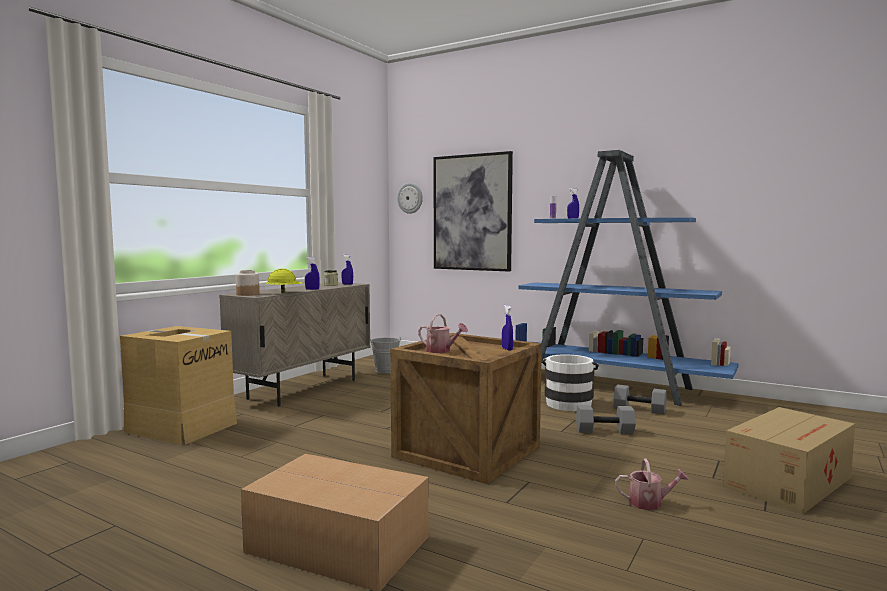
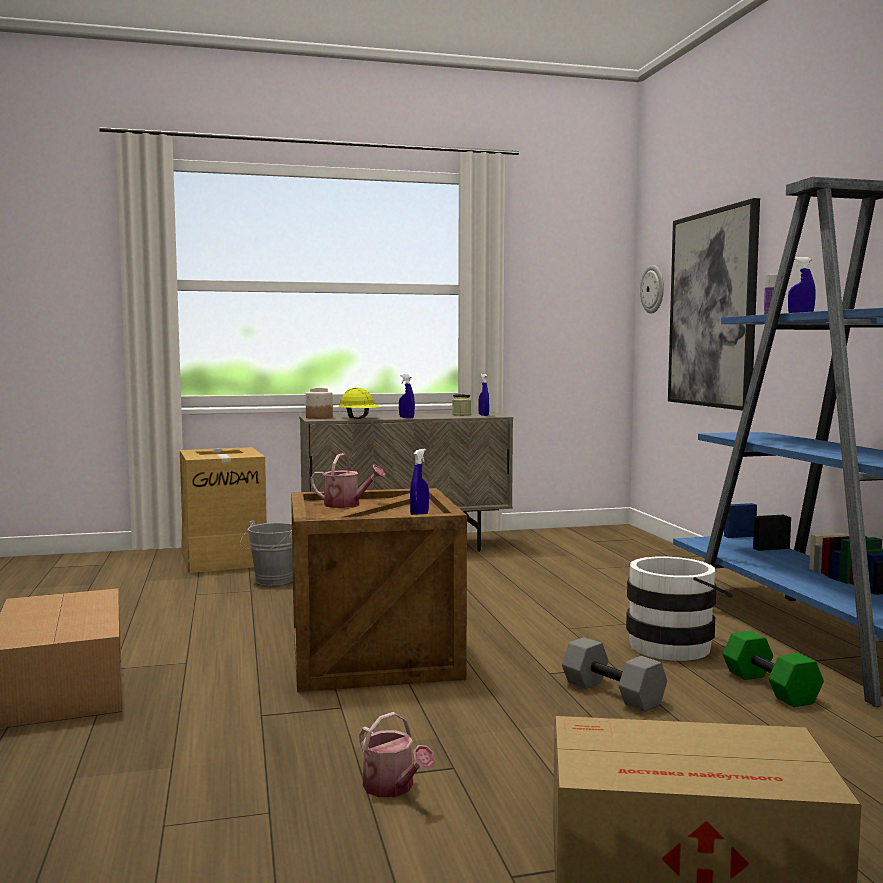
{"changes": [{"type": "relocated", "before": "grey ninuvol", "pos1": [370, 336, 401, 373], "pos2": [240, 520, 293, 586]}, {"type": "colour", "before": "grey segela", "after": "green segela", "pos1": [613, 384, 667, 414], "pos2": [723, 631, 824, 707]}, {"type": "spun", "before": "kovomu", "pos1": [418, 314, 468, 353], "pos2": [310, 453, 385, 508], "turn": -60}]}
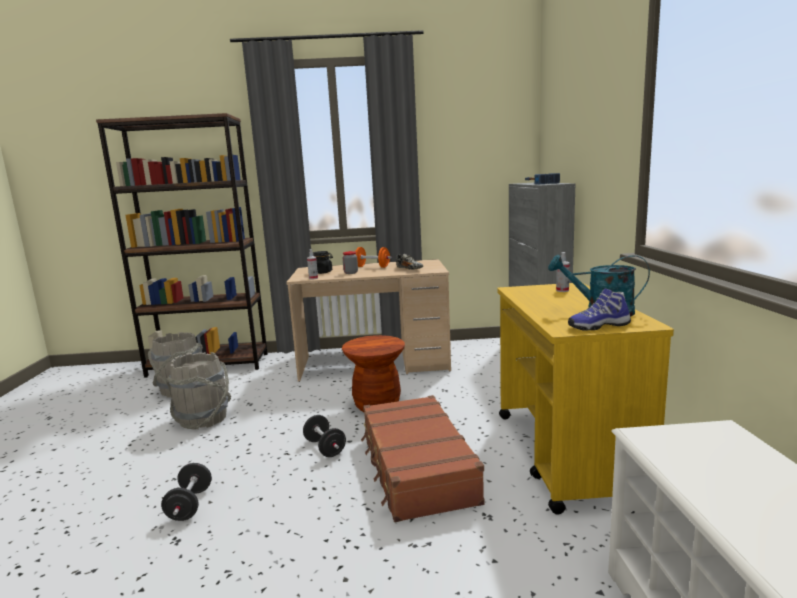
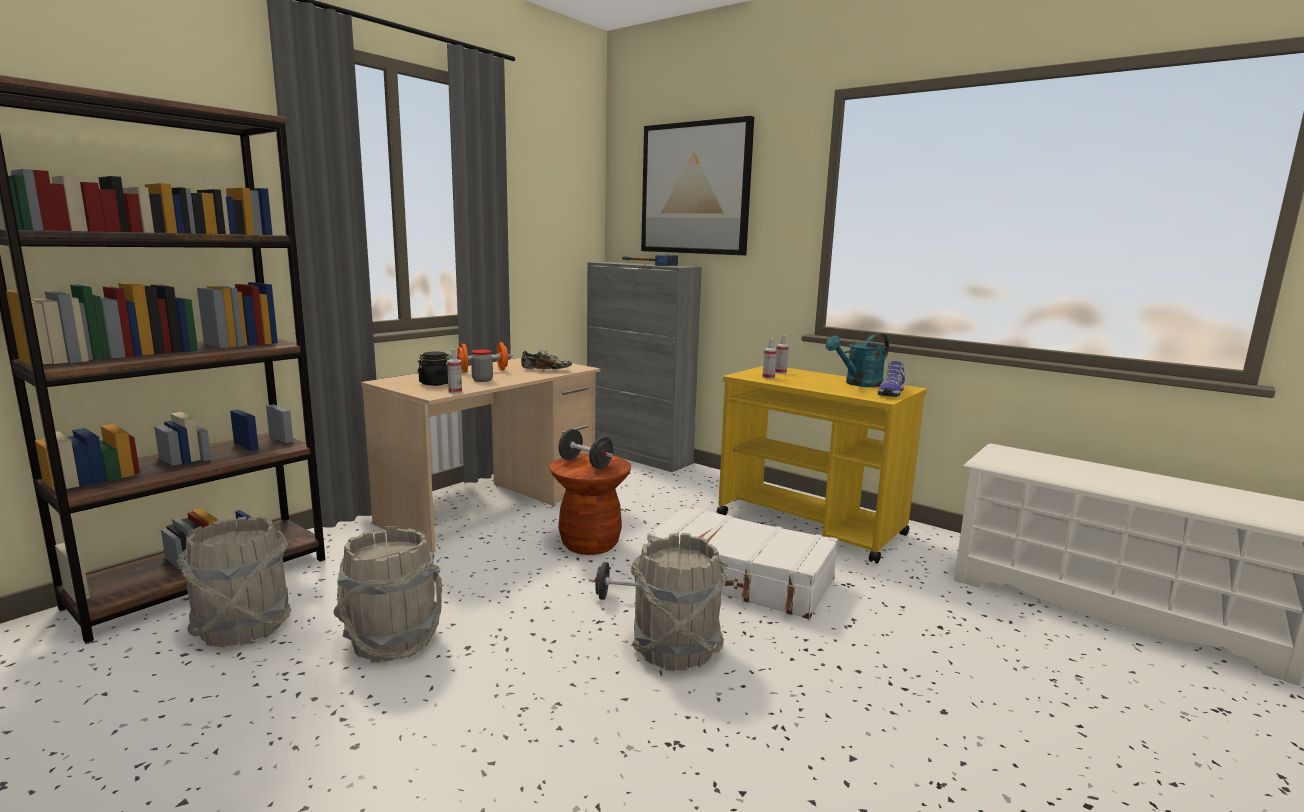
{"changes": [{"type": "appeared", "after": "grey ninuvol", "pos2": [630, 533, 728, 671]}, {"type": "appeared", "after": "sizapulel", "pos2": [641, 116, 754, 255]}, {"type": "appeared", "after": "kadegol", "pos2": [762, 339, 777, 379]}, {"type": "relocated", "before": "black segela", "pos1": [161, 463, 212, 521], "pos2": [558, 429, 613, 469]}, {"type": "colour", "before": "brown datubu", "after": "white datubu", "pos1": [361, 395, 485, 522], "pos2": [647, 505, 838, 619]}]}
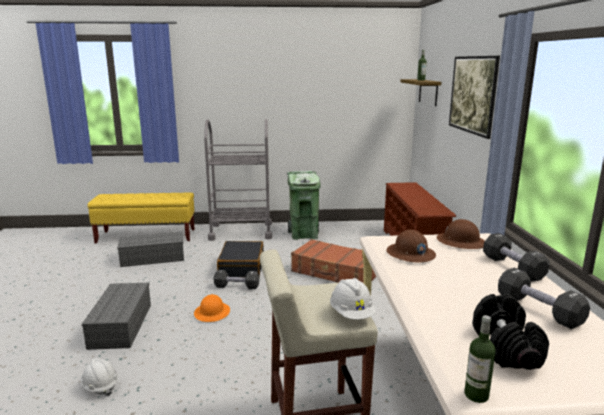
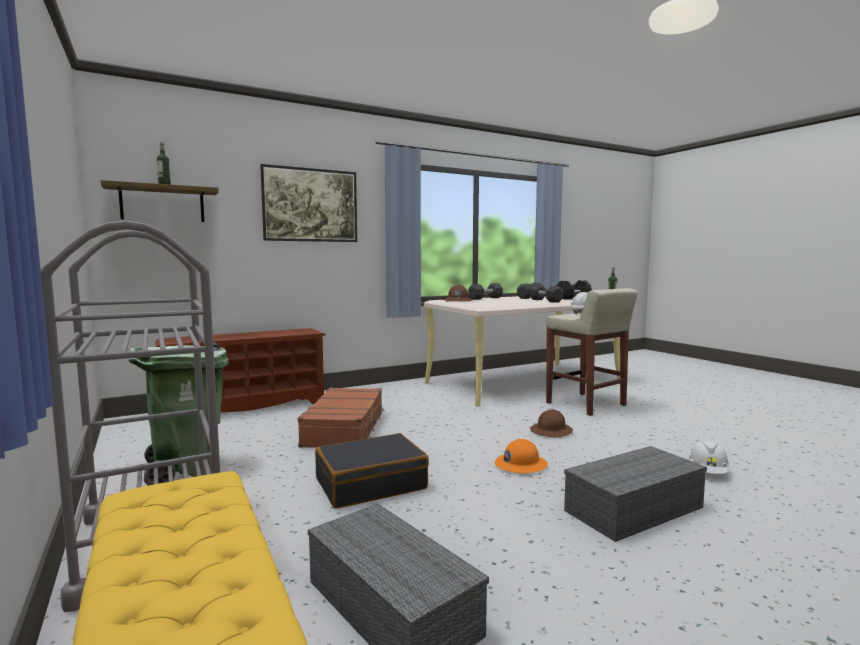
{"changes": [{"type": "relocated", "before": "black segela", "pos1": [214, 270, 259, 289], "pos2": [529, 284, 564, 303]}, {"type": "relocated", "before": "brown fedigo", "pos1": [386, 230, 436, 263], "pos2": [530, 409, 573, 437]}]}
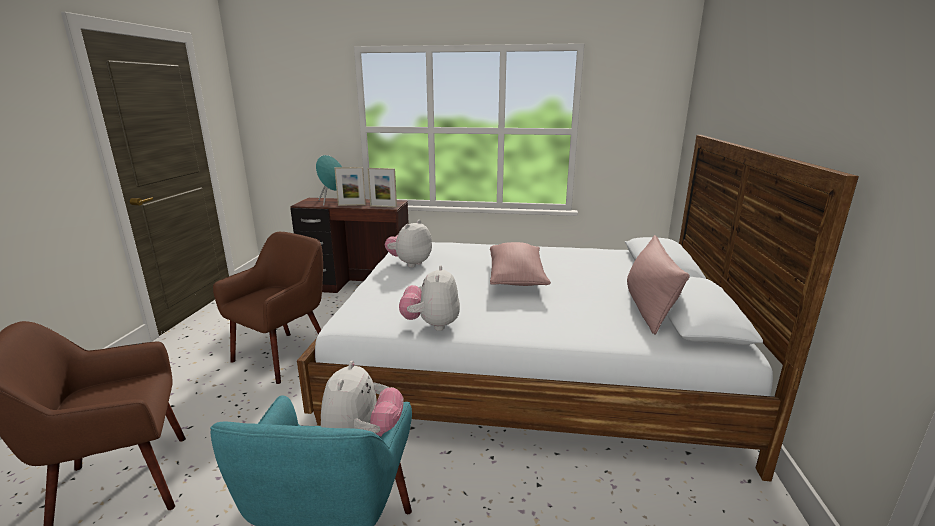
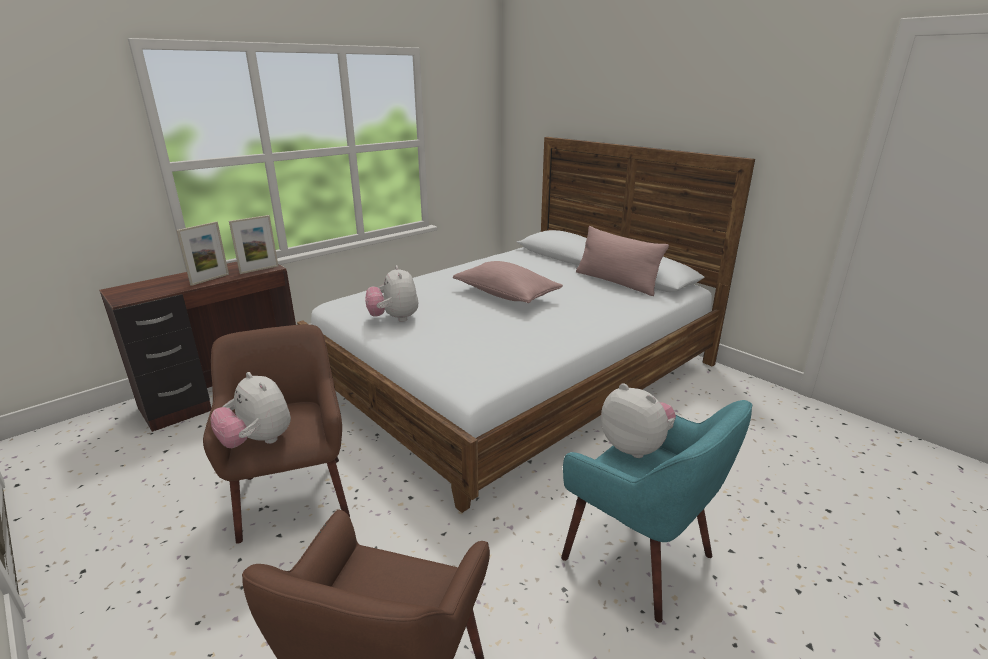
{"changes": [{"type": "missing", "before": "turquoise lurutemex", "pos1": [316, 155, 342, 206]}, {"type": "relocated", "before": "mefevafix", "pos1": [399, 265, 460, 331], "pos2": [211, 372, 291, 448]}]}
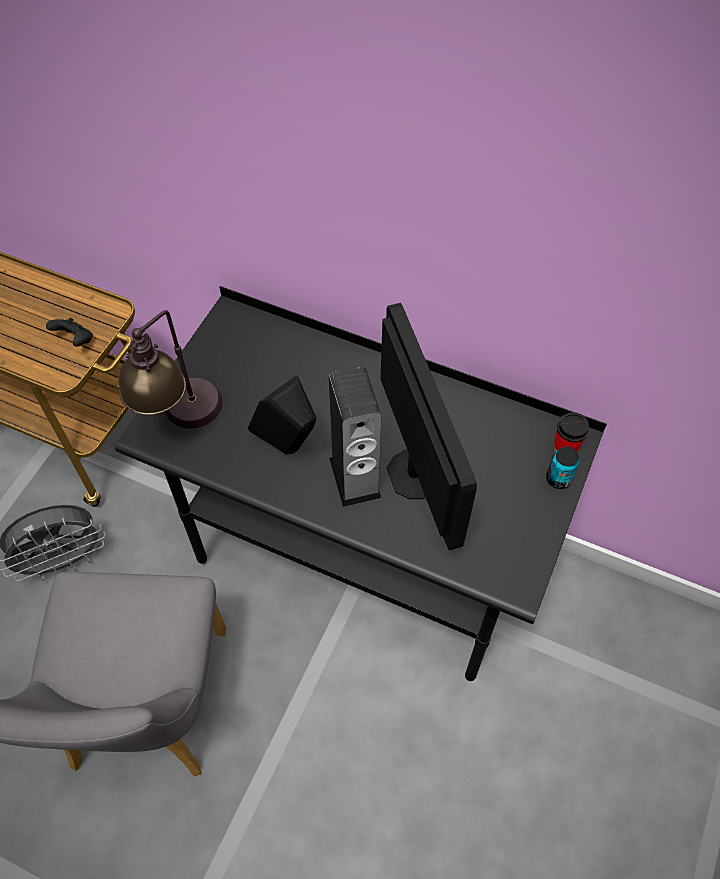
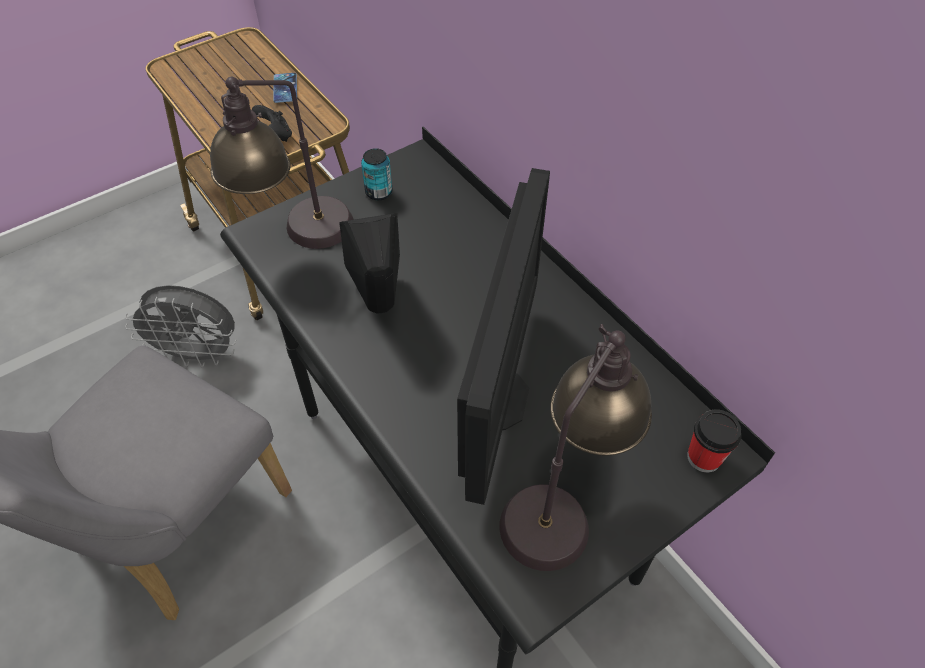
{"changes": [{"type": "missing", "before": "lurutemex", "pos1": [328, 366, 382, 507]}, {"type": "appeared", "after": "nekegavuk", "pos2": [273, 73, 297, 103]}, {"type": "appeared", "after": "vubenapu", "pos2": [500, 324, 652, 571]}, {"type": "relocated", "before": "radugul", "pos1": [546, 447, 579, 489], "pos2": [361, 148, 392, 200]}]}
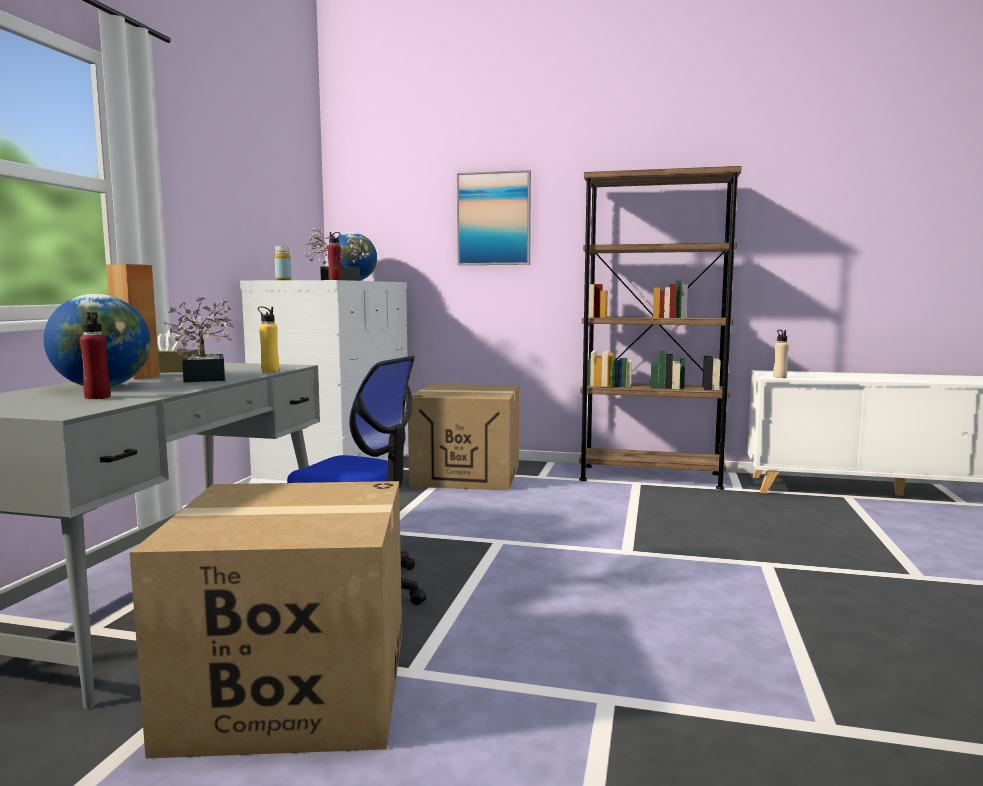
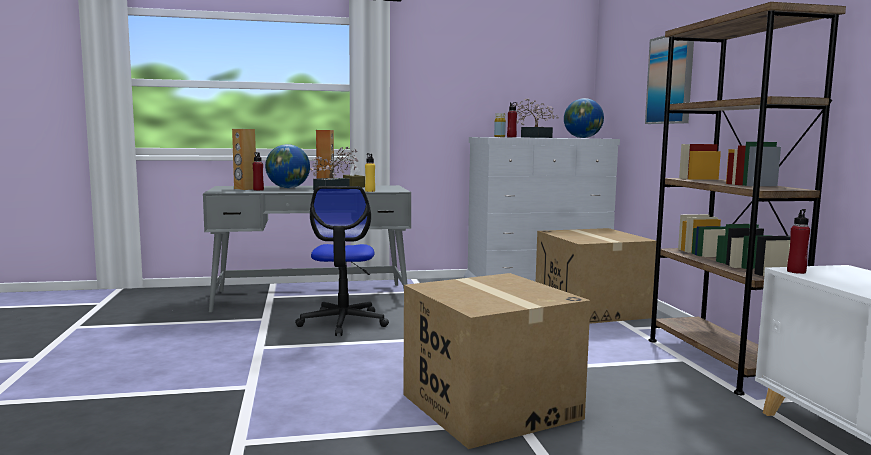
{"changes": [{"type": "appeared", "after": "brown lurutemex", "pos2": [232, 129, 256, 190]}, {"type": "relocated", "before": "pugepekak", "pos1": [130, 481, 402, 759], "pos2": [403, 273, 591, 449]}, {"type": "colour", "before": "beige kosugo", "after": "red kosugo", "pos1": [773, 330, 789, 378], "pos2": [787, 209, 810, 274]}]}
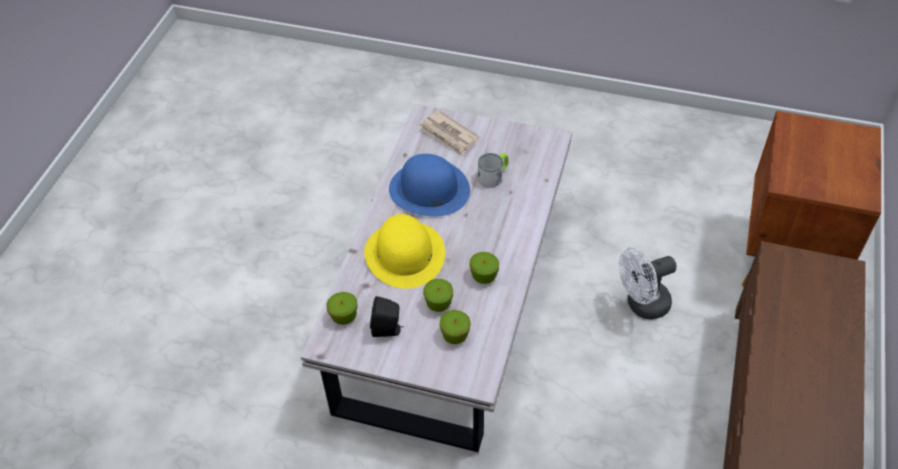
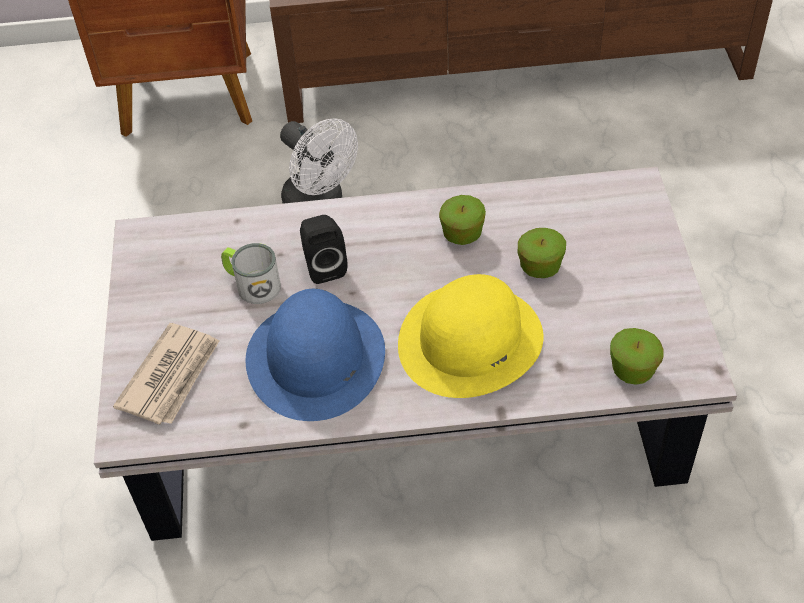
{"changes": [{"type": "missing", "before": "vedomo", "pos1": [440, 310, 471, 344]}, {"type": "relocated", "before": "black lurutemex", "pos1": [370, 296, 404, 337], "pos2": [300, 215, 347, 284]}]}
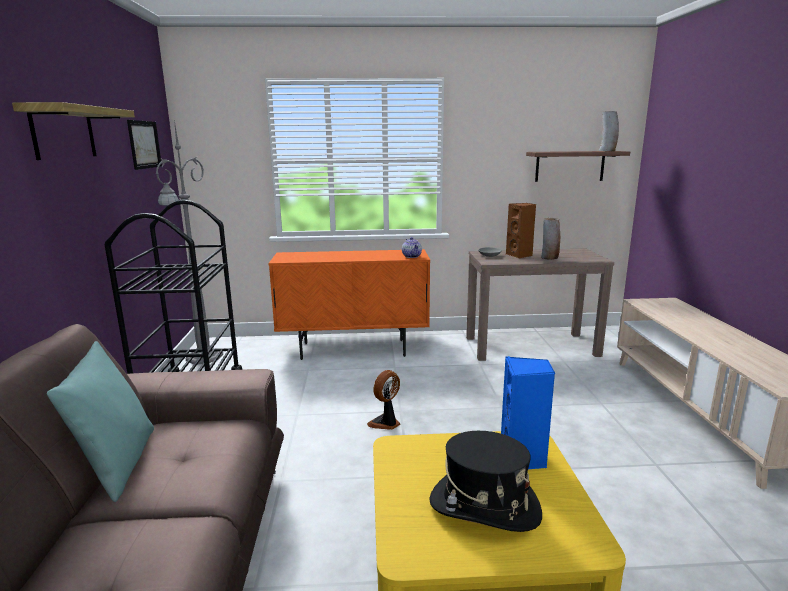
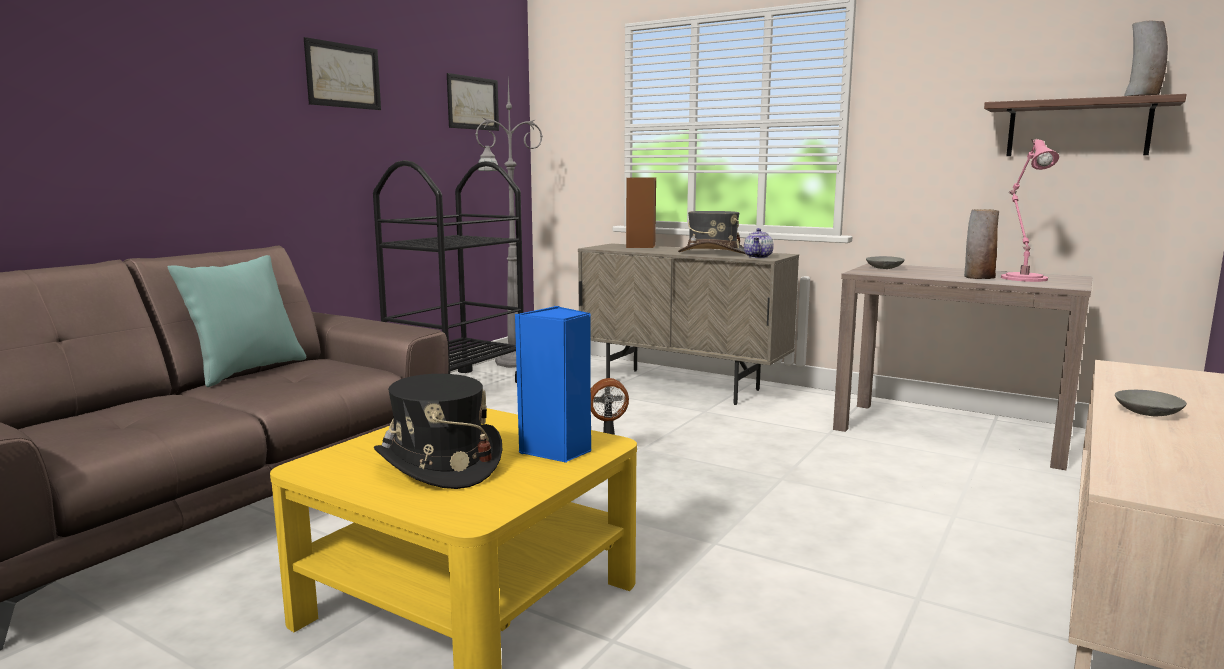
{"changes": [{"type": "appeared", "after": "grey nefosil", "pos2": [678, 211, 746, 254]}, {"type": "appeared", "after": "pink vubenapu", "pos2": [1001, 139, 1059, 282]}, {"type": "appeared", "after": "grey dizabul", "pos2": [1115, 390, 1187, 416]}, {"type": "relocated", "before": "brown lurutemex", "pos1": [506, 203, 536, 258], "pos2": [626, 177, 656, 248]}, {"type": "exchanged", "before": "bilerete", "after": "sizapulel", "pos1": [12, 102, 135, 160], "pos2": [304, 37, 381, 110]}, {"type": "colour", "before": "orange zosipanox", "after": "beige zosipanox", "pos1": [268, 249, 430, 360], "pos2": [578, 243, 799, 405]}]}
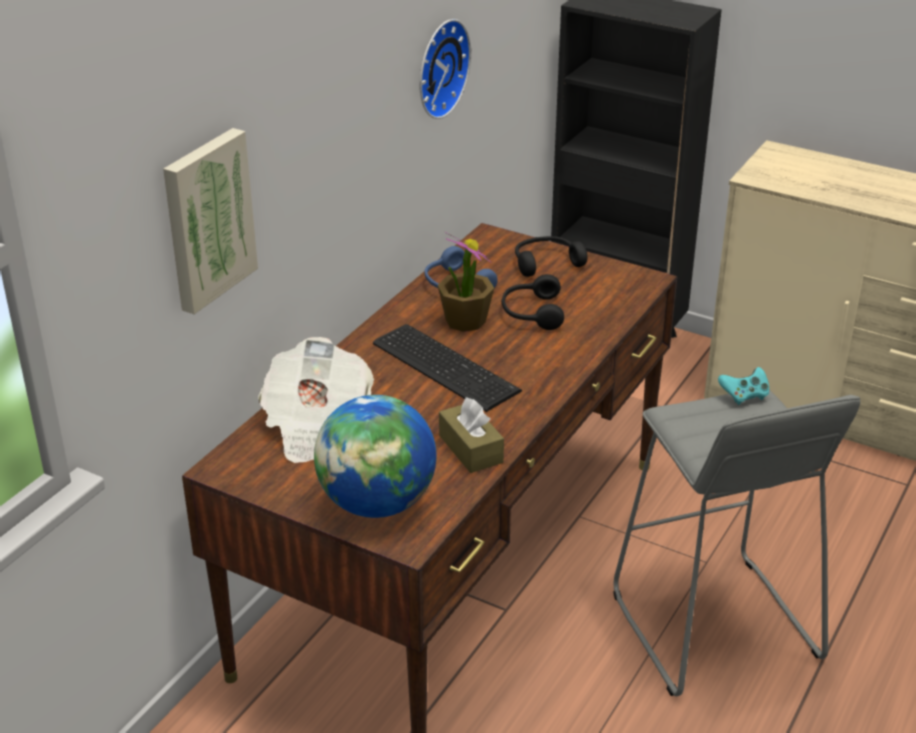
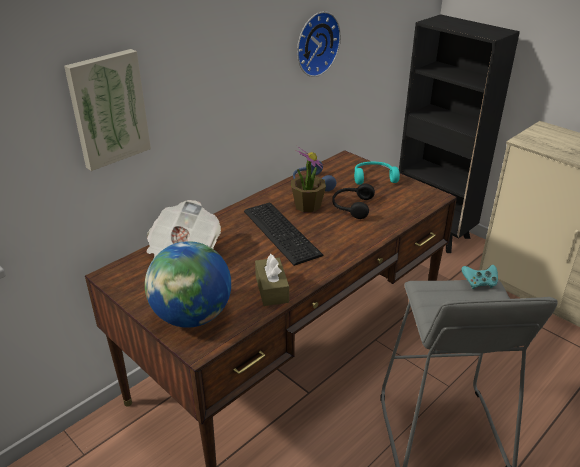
{"changes": [{"type": "colour", "before": "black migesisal", "after": "turquoise migesisal", "pos1": [515, 236, 588, 277], "pos2": [354, 161, 400, 185]}]}
